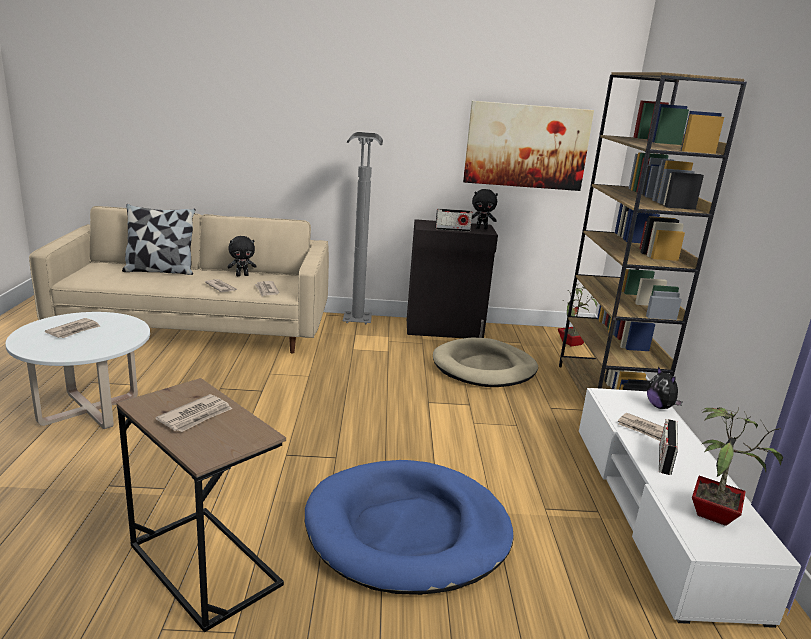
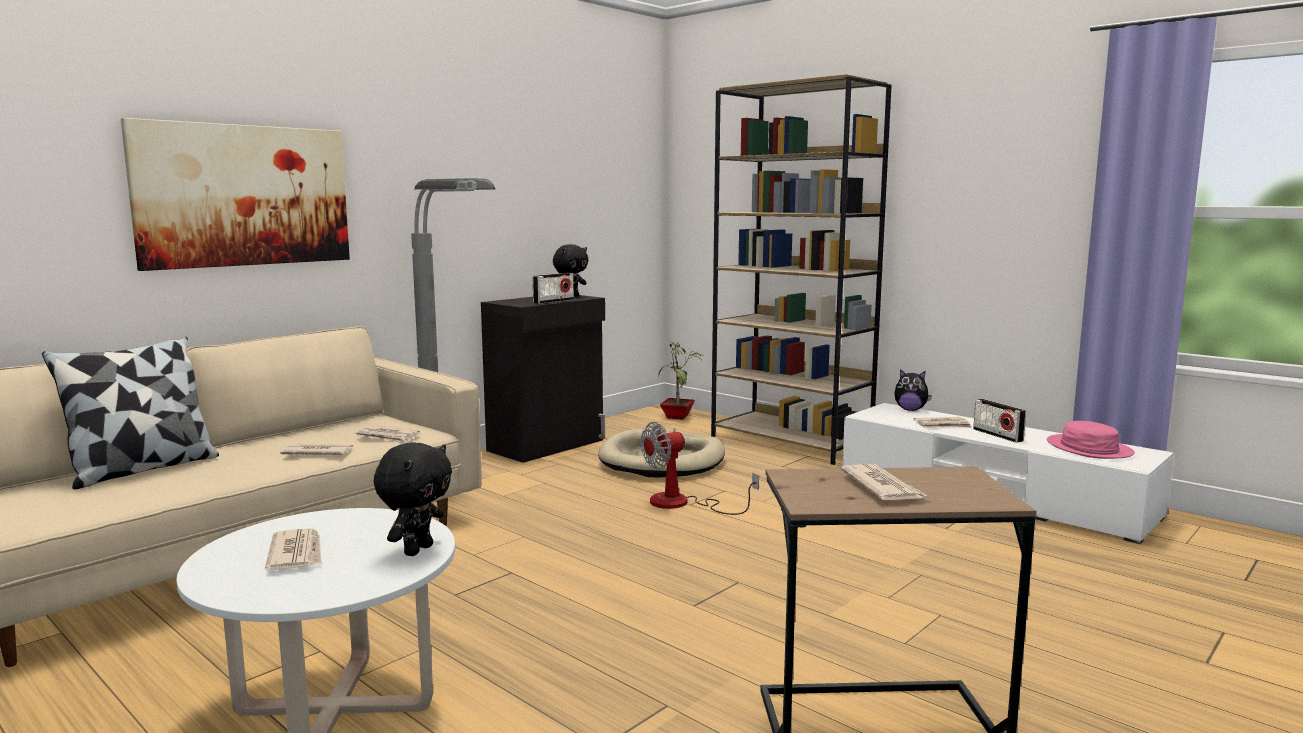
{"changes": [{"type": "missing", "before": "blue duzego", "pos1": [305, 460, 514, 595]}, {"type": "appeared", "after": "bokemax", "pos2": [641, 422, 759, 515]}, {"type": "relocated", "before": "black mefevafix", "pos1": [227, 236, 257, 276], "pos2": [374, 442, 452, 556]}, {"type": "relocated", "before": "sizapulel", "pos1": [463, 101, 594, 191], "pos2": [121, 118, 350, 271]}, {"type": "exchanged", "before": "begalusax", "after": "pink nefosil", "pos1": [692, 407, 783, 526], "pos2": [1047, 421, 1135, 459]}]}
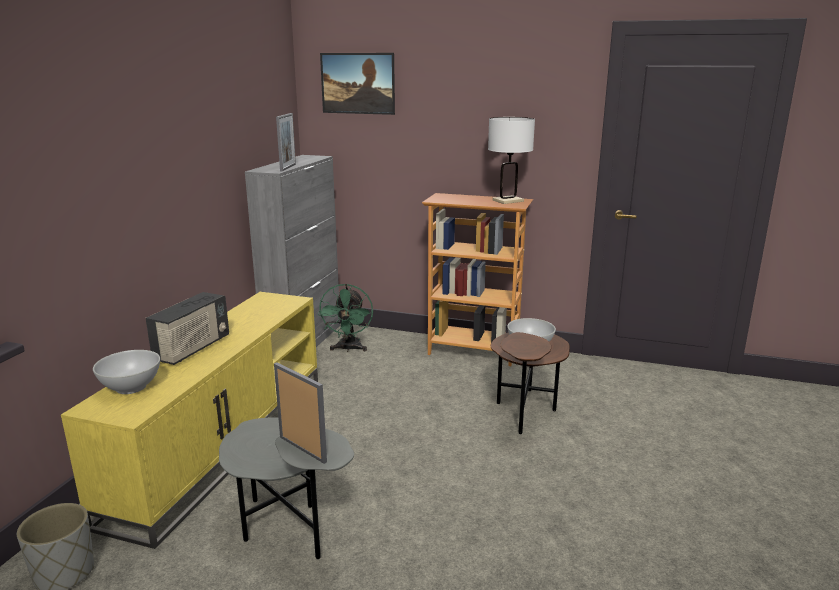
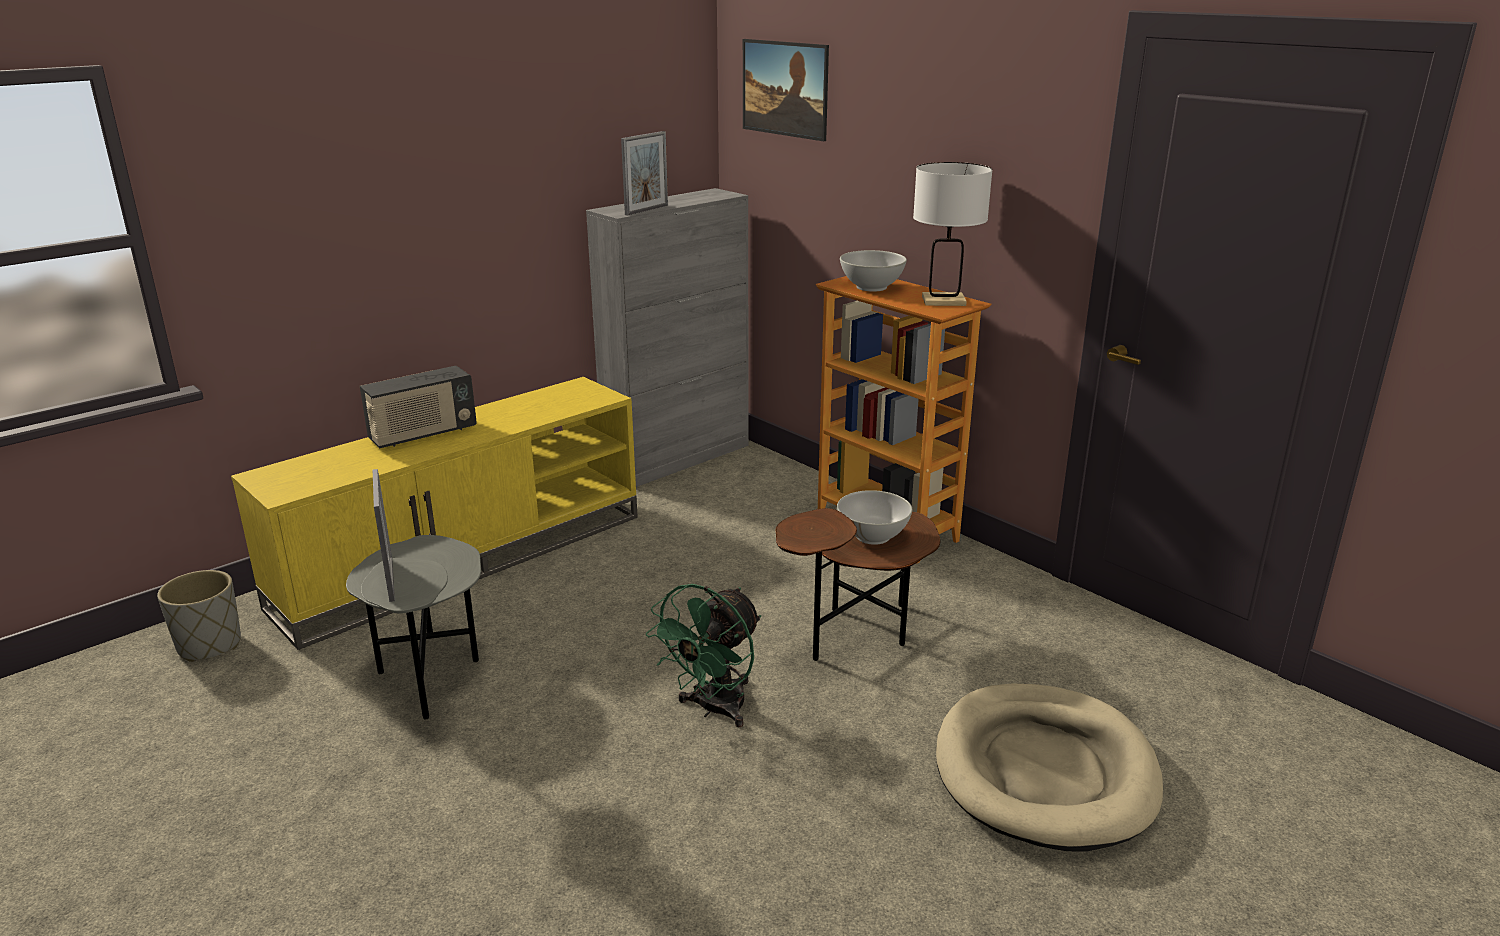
{"changes": [{"type": "appeared", "after": "beige duzego", "pos2": [936, 683, 1163, 852]}, {"type": "relocated", "before": "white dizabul", "pos1": [93, 350, 160, 394], "pos2": [840, 250, 907, 292]}, {"type": "relocated", "before": "green bokemax", "pos1": [318, 284, 373, 352], "pos2": [646, 584, 761, 727]}]}
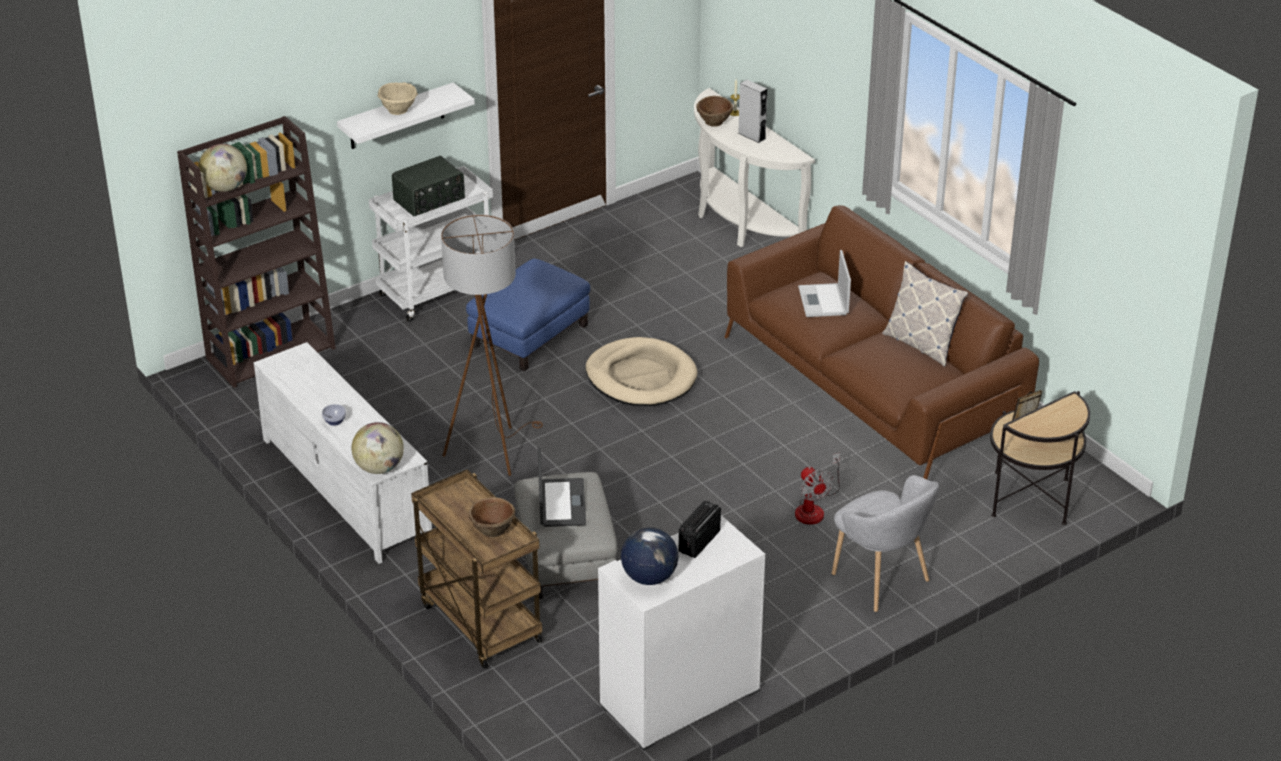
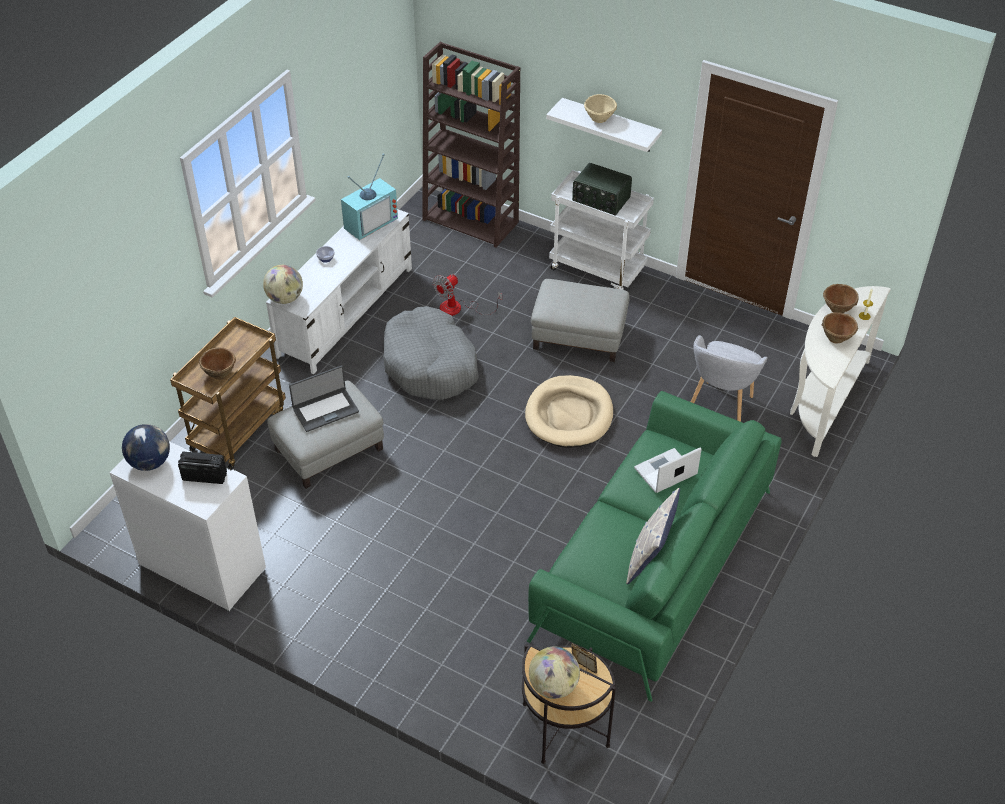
{"changes": [{"type": "appeared", "after": "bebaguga", "pos2": [341, 154, 398, 240]}, {"type": "relocated", "before": "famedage", "pos1": [198, 144, 247, 192], "pos2": [529, 647, 580, 699]}, {"type": "relocated", "before": "bokemax", "pos1": [795, 453, 840, 525], "pos2": [433, 274, 502, 316]}, {"type": "relocated", "before": "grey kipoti", "pos1": [832, 475, 939, 612], "pos2": [691, 335, 768, 422]}, {"type": "exchanged", "before": "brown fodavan", "after": "grey duzego", "pos1": [441, 215, 543, 476], "pos2": [383, 306, 479, 400]}, {"type": "exchanged", "before": "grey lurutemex", "after": "brown dizabul", "pos1": [738, 80, 767, 143], "pos2": [822, 312, 858, 343]}, {"type": "colour", "before": "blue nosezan", "after": "grey nosezan", "pos1": [466, 259, 590, 372], "pos2": [531, 279, 630, 362]}, {"type": "colour", "before": "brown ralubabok", "after": "green ralubabok", "pos1": [724, 205, 1039, 480], "pos2": [527, 391, 782, 702]}]}
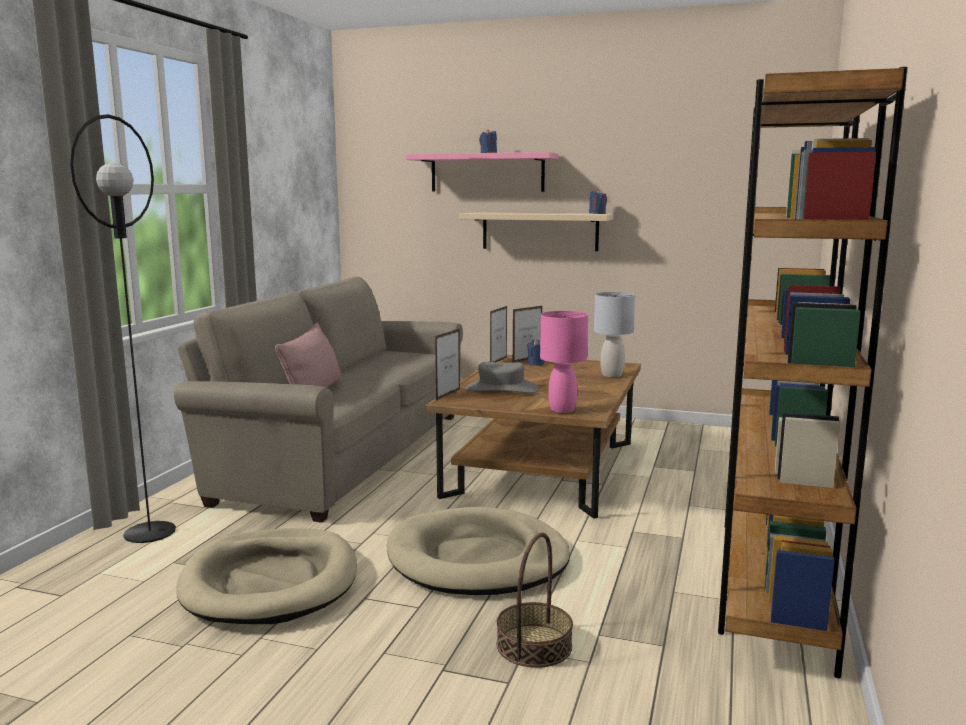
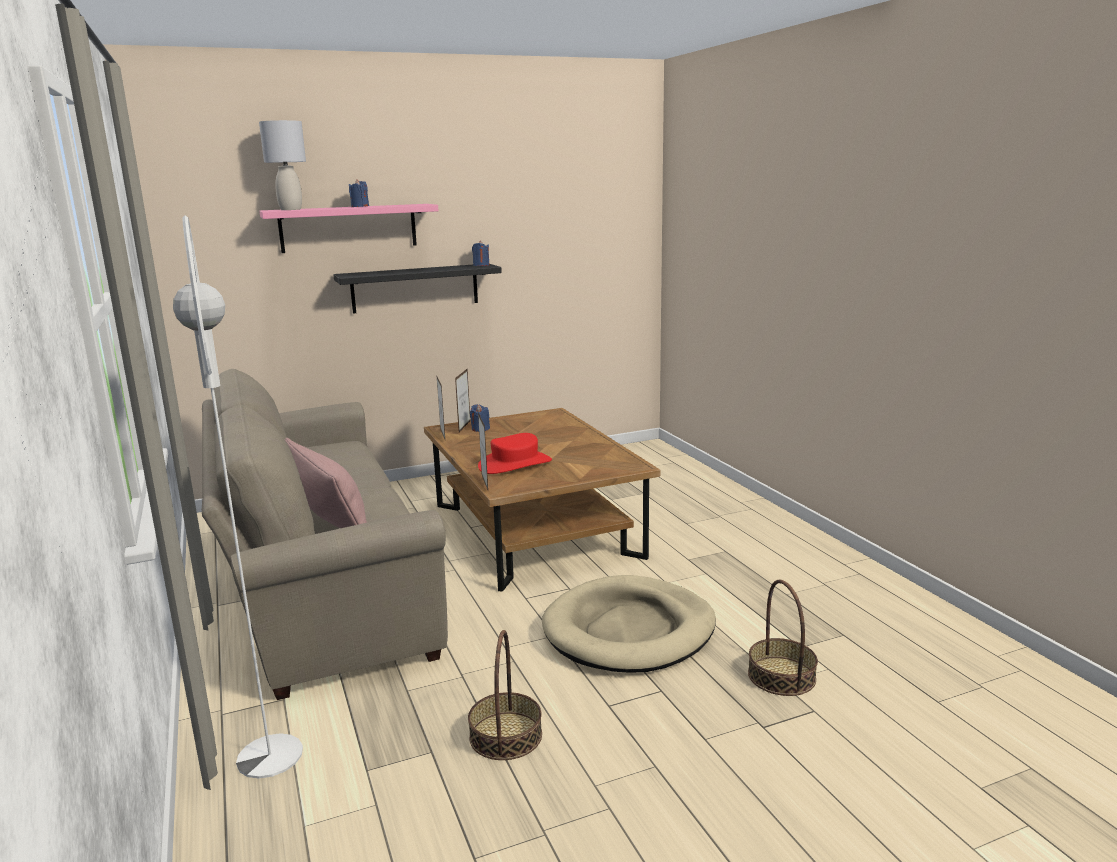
{"changes": [{"type": "missing", "before": "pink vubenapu", "pos1": [540, 311, 588, 413]}, {"type": "missing", "before": "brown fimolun", "pos1": [718, 67, 908, 678]}, {"type": "relocated", "before": "grey vubenapu", "pos1": [594, 292, 635, 377], "pos2": [259, 120, 306, 210]}, {"type": "exchanged", "before": "beige duzego", "after": "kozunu", "pos1": [176, 528, 357, 624], "pos2": [468, 630, 542, 760]}, {"type": "colour", "before": "black fodavan", "after": "white fodavan", "pos1": [70, 114, 176, 543], "pos2": [173, 215, 303, 779]}, {"type": "colour", "before": "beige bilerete", "after": "black bilerete", "pos1": [459, 212, 613, 251], "pos2": [333, 264, 502, 314]}, {"type": "colour", "before": "grey nefosil", "after": "red nefosil", "pos1": [465, 362, 538, 393], "pos2": [478, 433, 552, 474]}]}
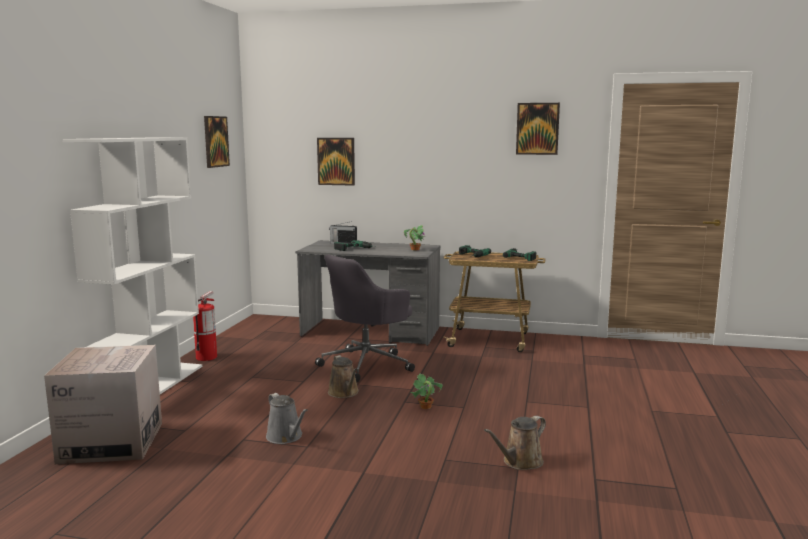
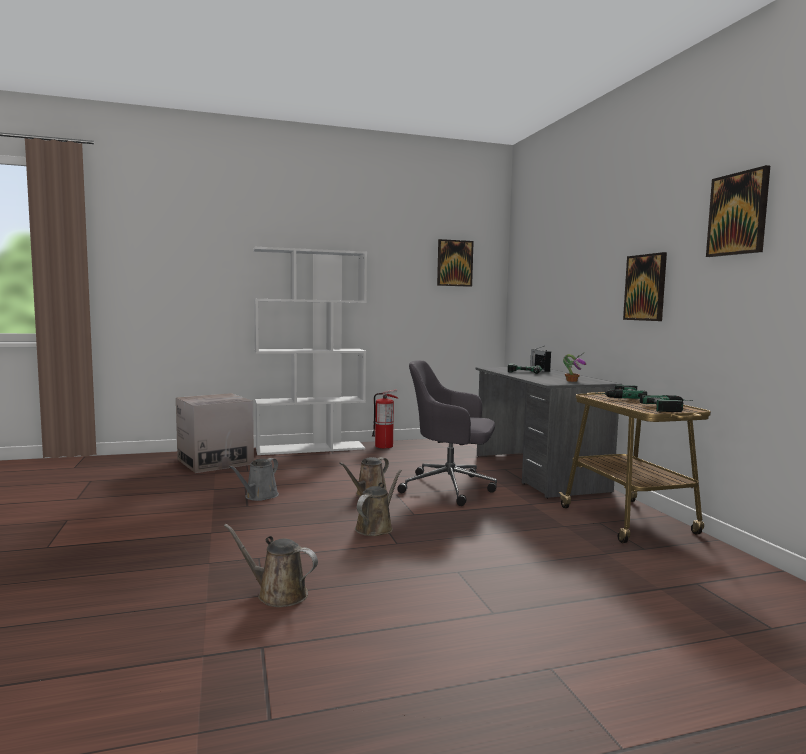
{"changes": [{"type": "relocated", "before": "sizapulel", "pos1": [317, 138, 355, 186], "pos2": [623, 252, 667, 321]}, {"type": "exchanged", "before": "begalusax", "after": "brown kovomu", "pos1": [410, 374, 443, 409], "pos2": [355, 470, 402, 536]}]}
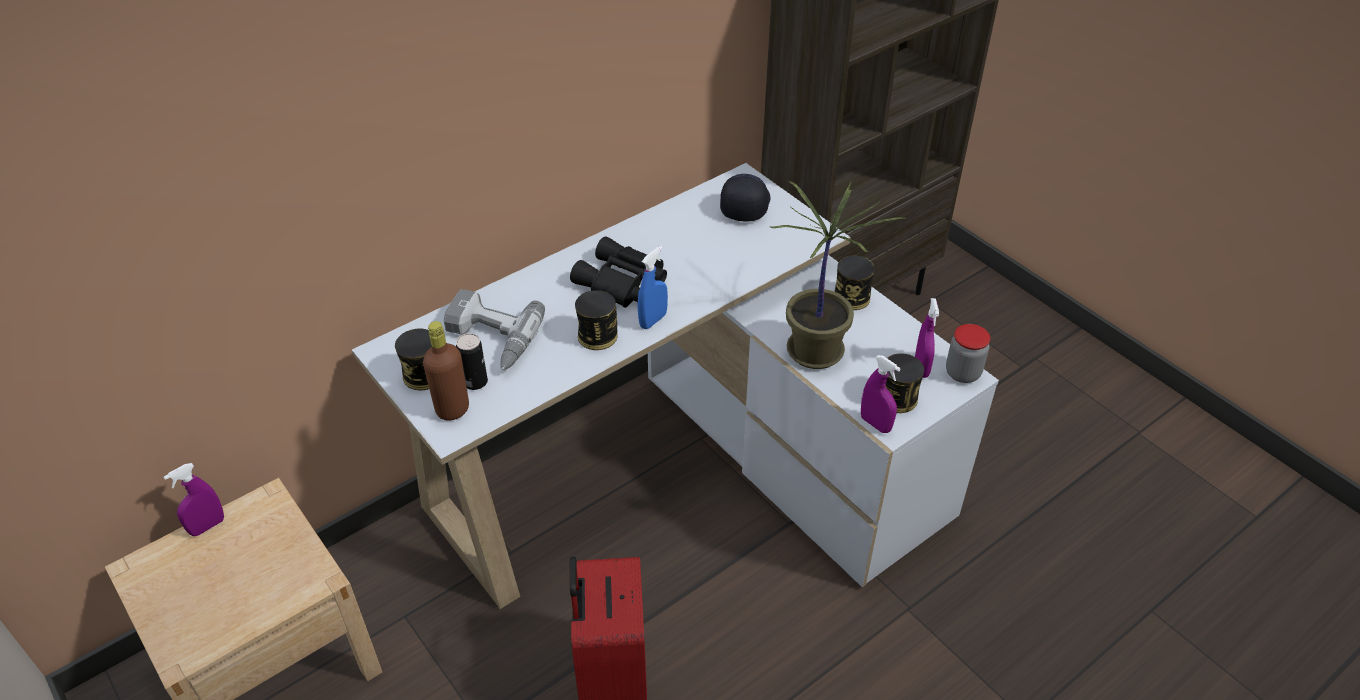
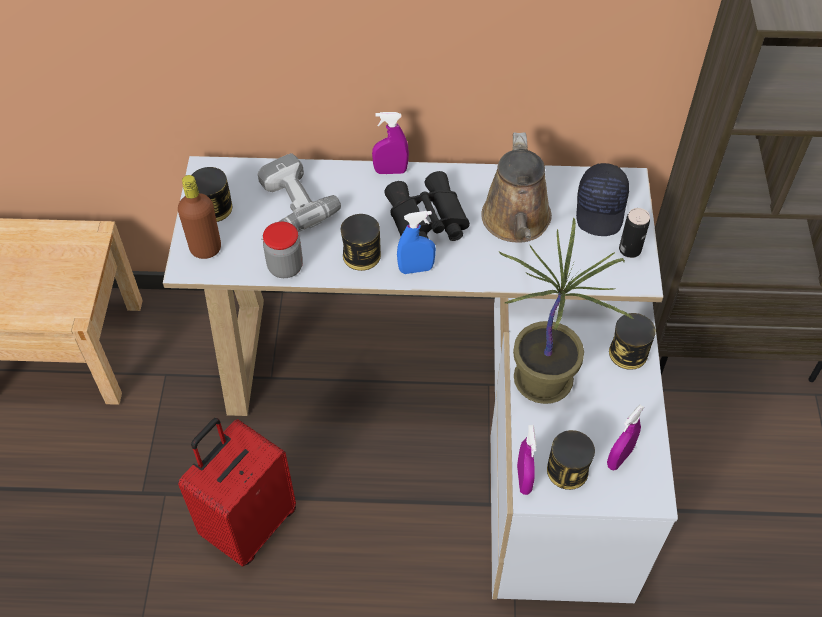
{"changes": [{"type": "appeared", "after": "brown kovomu", "pos2": [481, 132, 552, 243]}, {"type": "relocated", "before": "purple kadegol", "pos1": [164, 463, 224, 536], "pos2": [372, 112, 409, 174]}, {"type": "relocated", "before": "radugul", "pos1": [456, 333, 488, 390], "pos2": [619, 208, 650, 258]}, {"type": "relocated", "before": "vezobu", "pos1": [946, 324, 990, 383], "pos2": [263, 222, 303, 278]}, {"type": "spun", "before": "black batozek", "pos1": [720, 174, 770, 221], "pos2": [576, 163, 629, 236], "turn": 135}]}
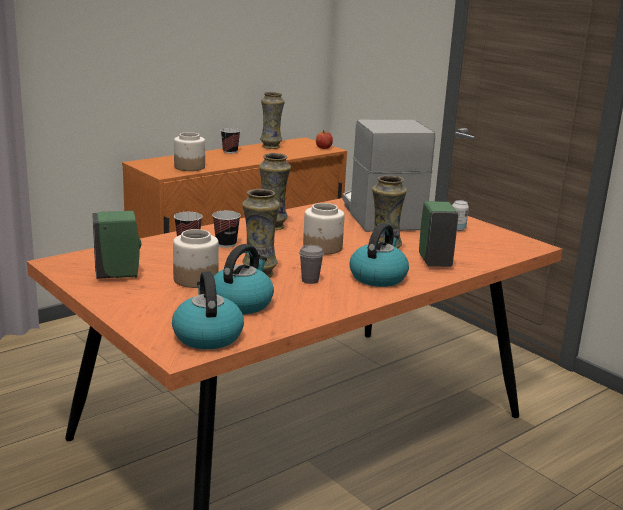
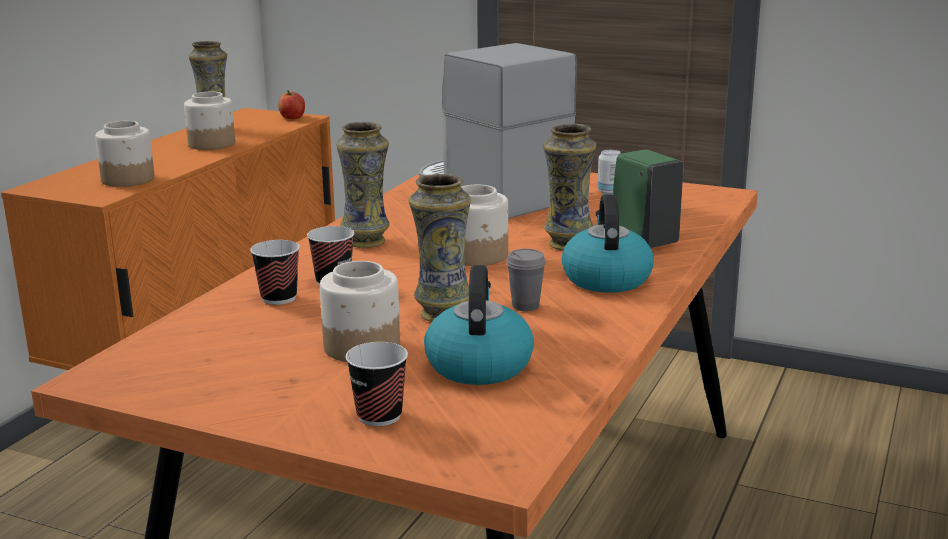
{"changes": [{"type": "missing", "before": "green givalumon", "pos1": [92, 211, 142, 279]}, {"type": "missing", "before": "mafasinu", "pos1": [172, 271, 244, 349]}, {"type": "appeared", "after": "vezobu", "pos2": [184, 92, 235, 150]}, {"type": "relocated", "before": "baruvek", "pos1": [221, 128, 241, 154], "pos2": [345, 342, 408, 426]}]}
